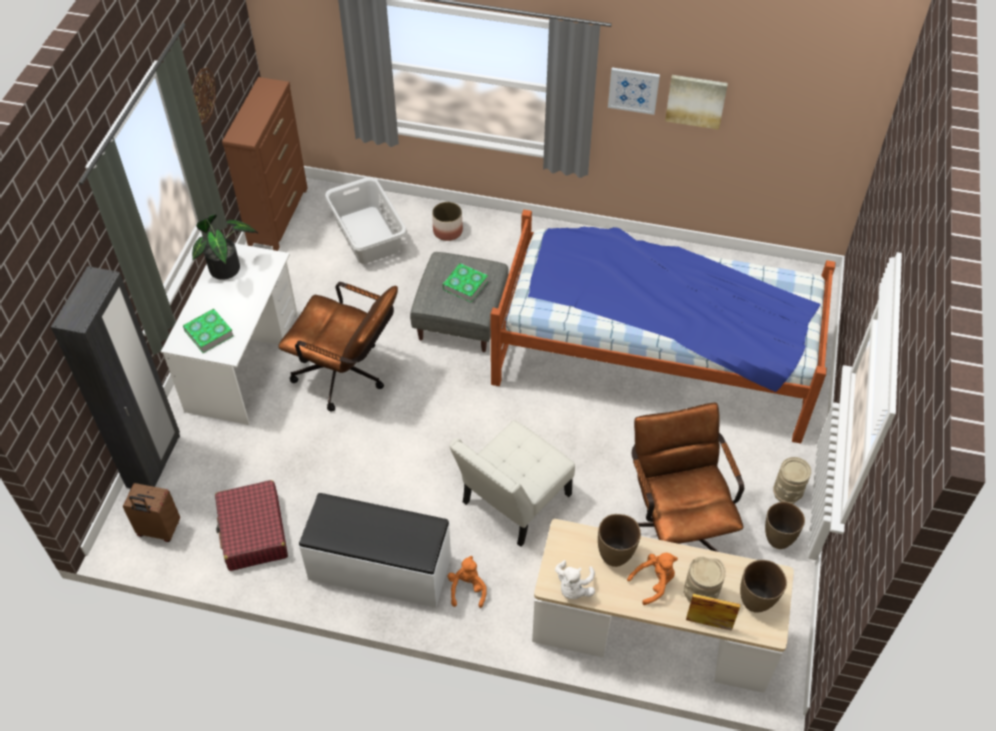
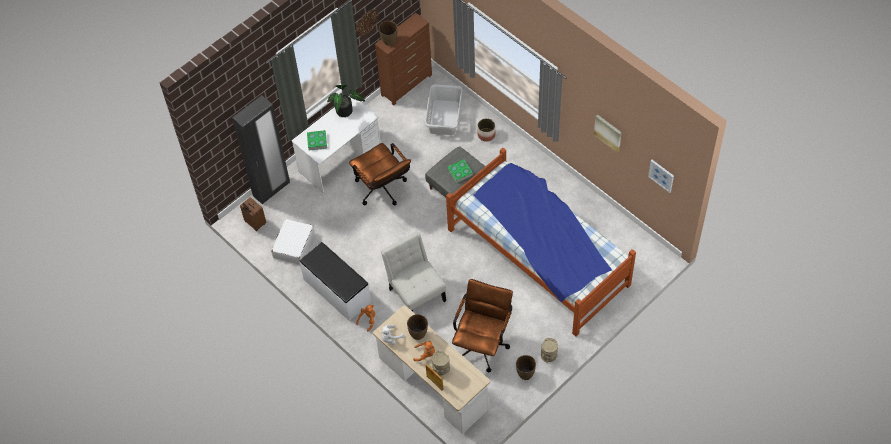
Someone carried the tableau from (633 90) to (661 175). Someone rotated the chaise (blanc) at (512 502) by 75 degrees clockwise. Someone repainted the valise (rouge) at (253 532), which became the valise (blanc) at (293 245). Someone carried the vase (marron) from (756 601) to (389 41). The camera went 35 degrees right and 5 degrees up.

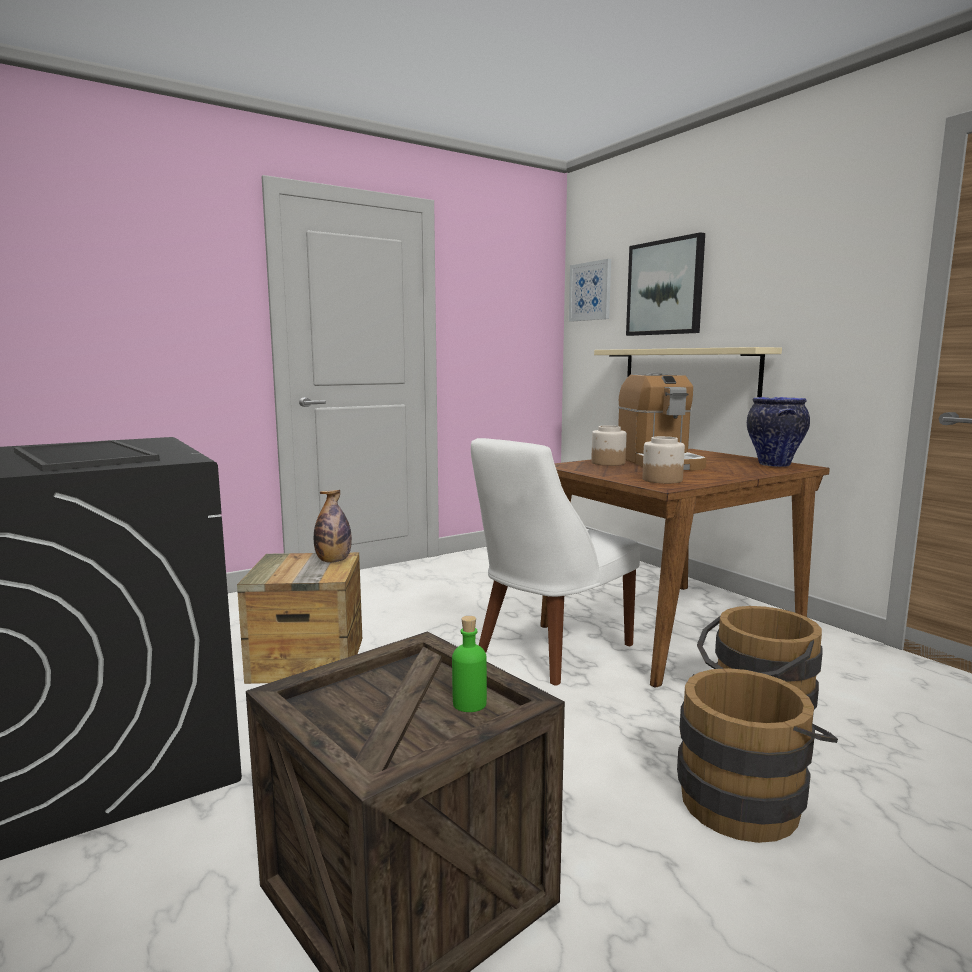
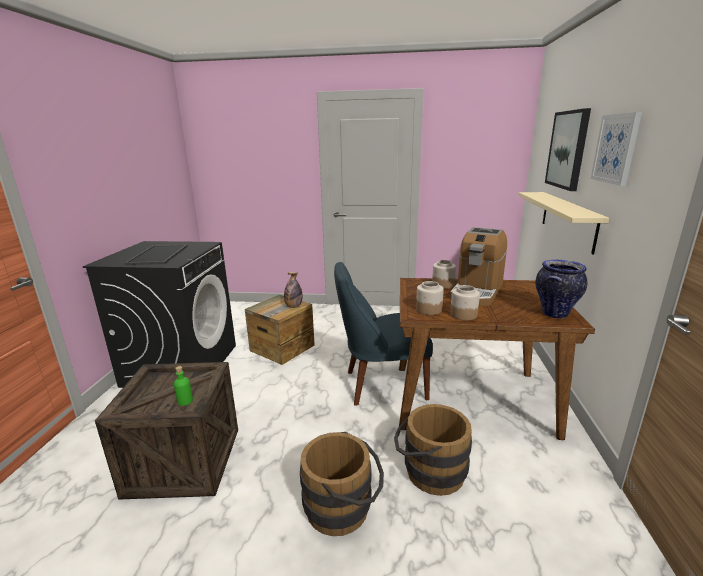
Someone carried the tableau from (590 291) to (616 148). Someone repainted the chaise (blanc) at (549 650), which became the chaise (bleu) at (381 385). Someone put down the bocal at (463 315). The camera went 40 degrees right and 10 degrees up.

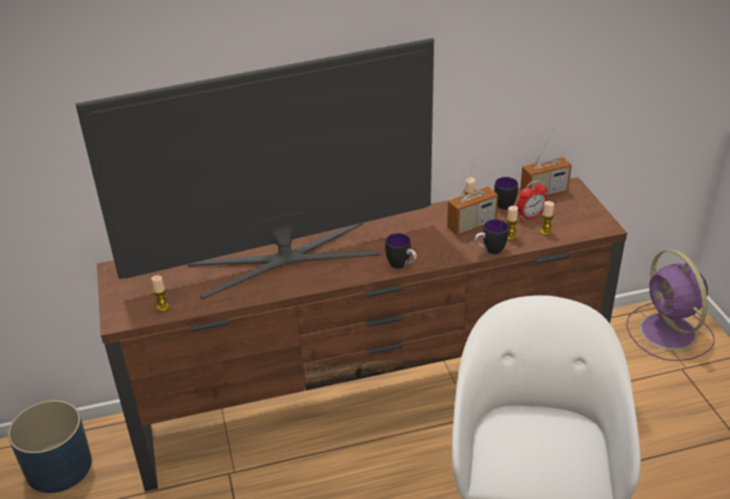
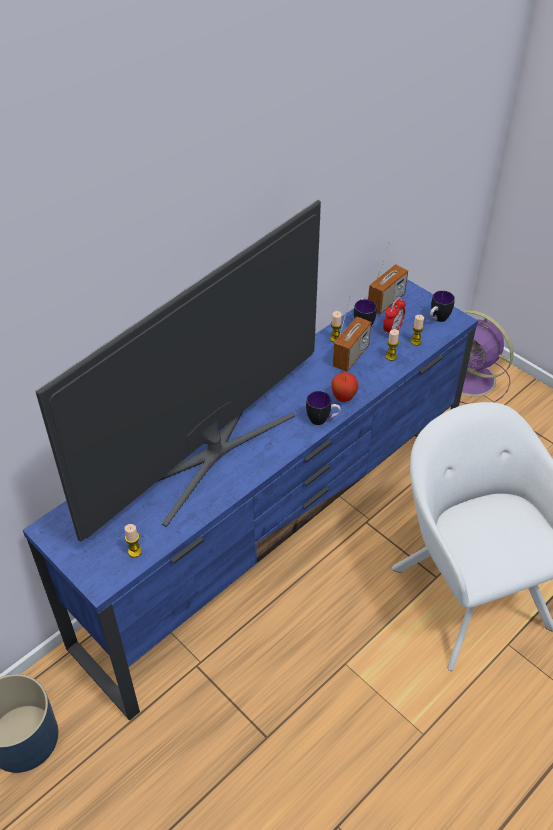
Someone repainted the meuble télé (marron) at (372 401), which became the meuble télé (bleu) at (277 540). Someone carried the mug from (490 251) to (437 319). Someone put down the pomme at (343 398). The camera went 30 degrees left and 10 degrees up.

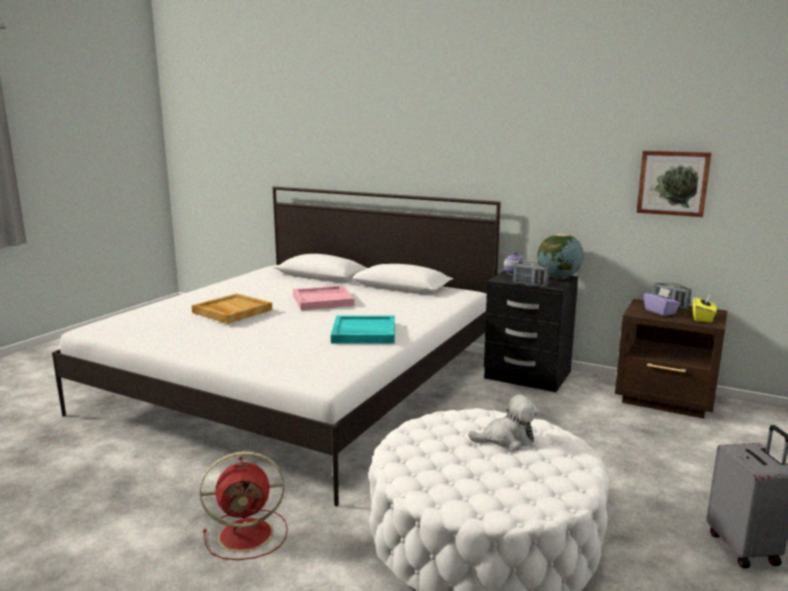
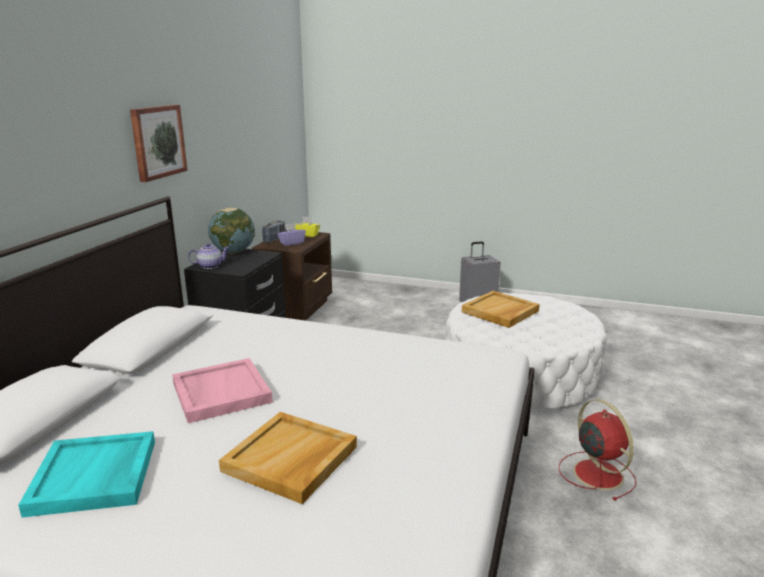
Someone carried the tableau from (673 183) to (157 142). Someone took away the radio at (530 284). Someone carried the plateau (turquoise) from (363 333) to (95 477). Someone swapped the peluche at (507 439) for the plateau (beige) at (500 312). The camera went 100 degrees left and 5 degrees up.

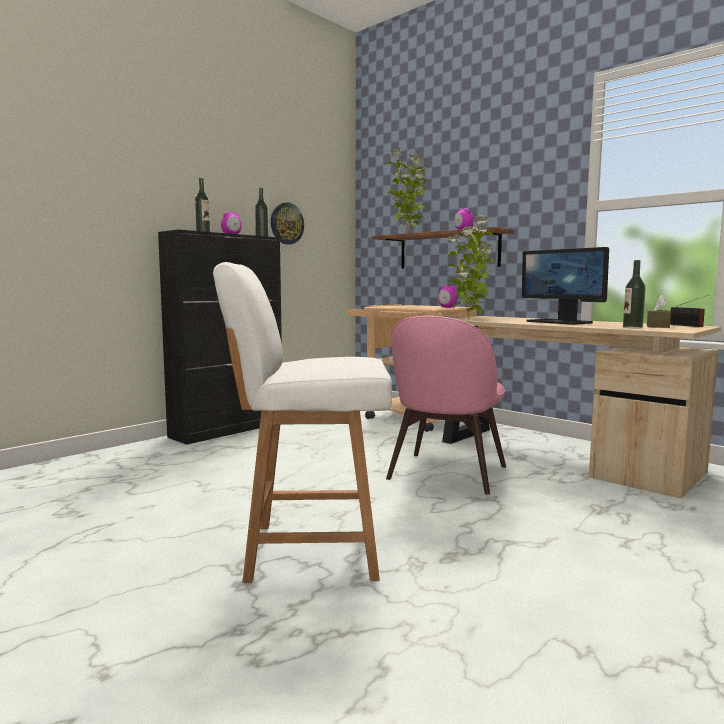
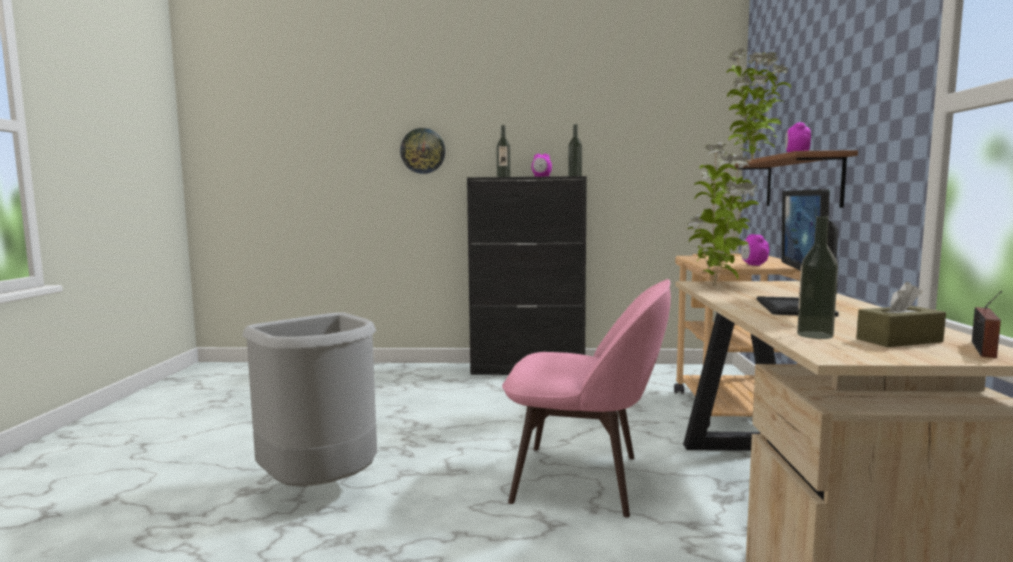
Someone carried the horloge murale from (286 223) to (423 151). Someone swapped the chaise (blanc) at (309 550) for the poubelle (gris) at (322 489). Someone rotated the chaise (rose) at (446 474) by 150 degrees counterclockwise. The camera went 50 degrees right and 0 degrees up.

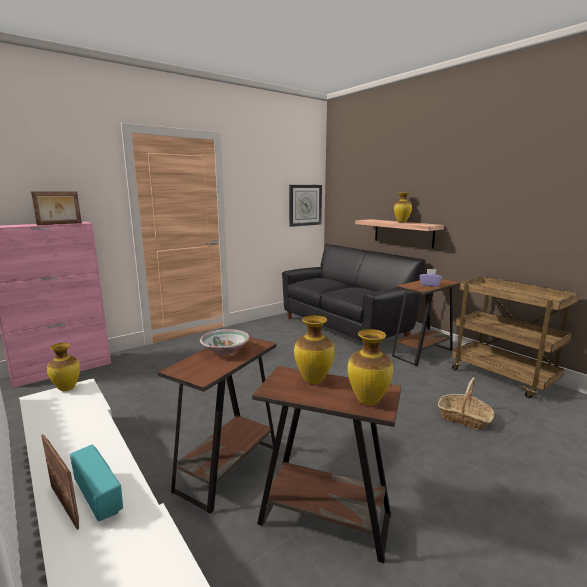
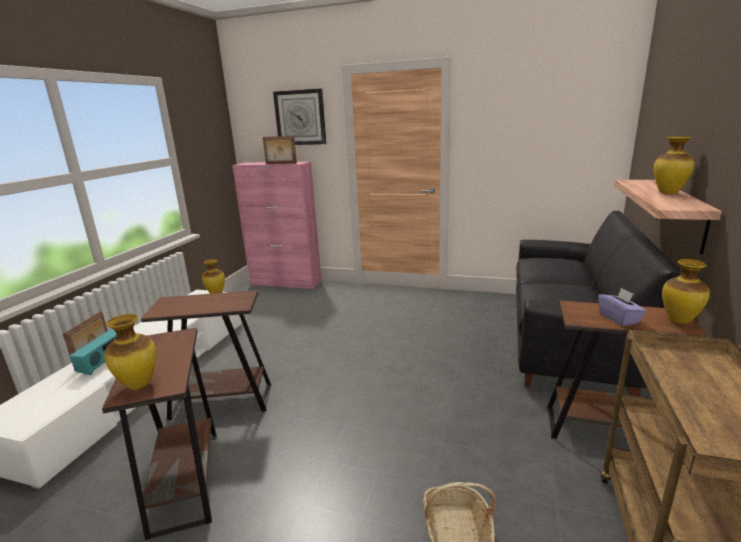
Someone carried the horloge murale from (305 205) to (300 117). Someone carried the vase from (313 380) to (679 320). Someone took away the bol at (225 351). The camera went 55 degrees right and 5 degrees up.

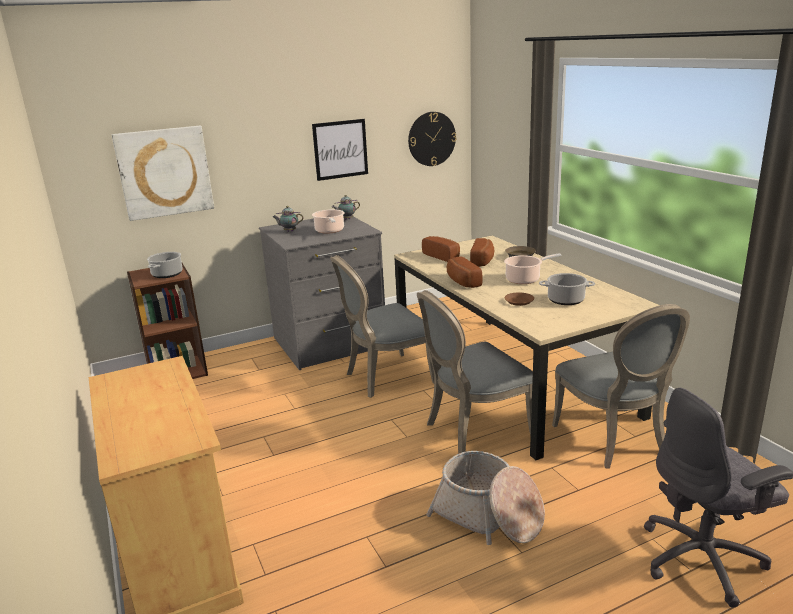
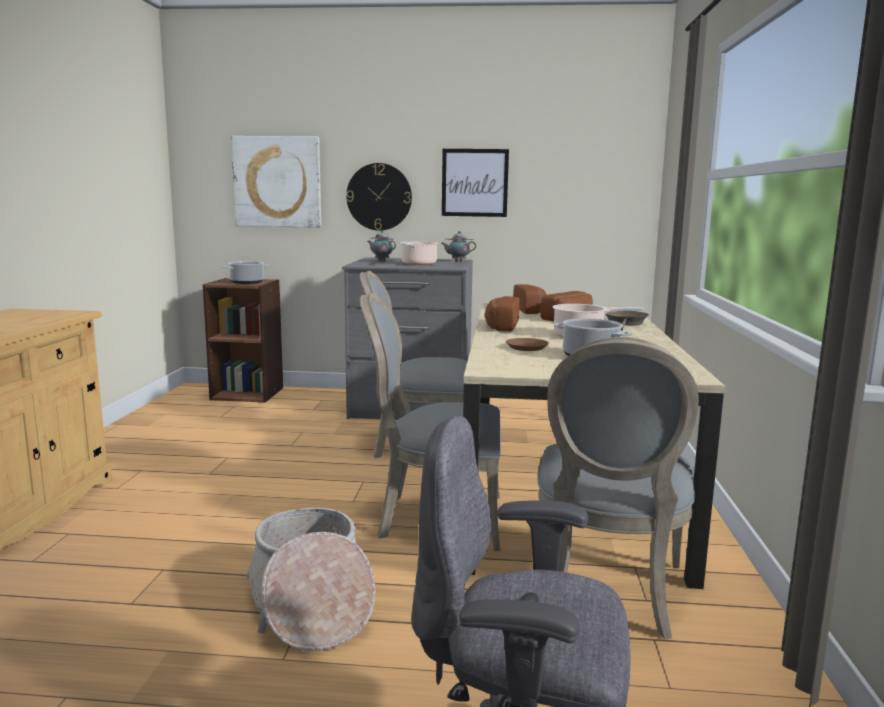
Someone carried the horloge murale from (431 139) to (379 197). The camera went 30 degrees right and 10 degrees down.

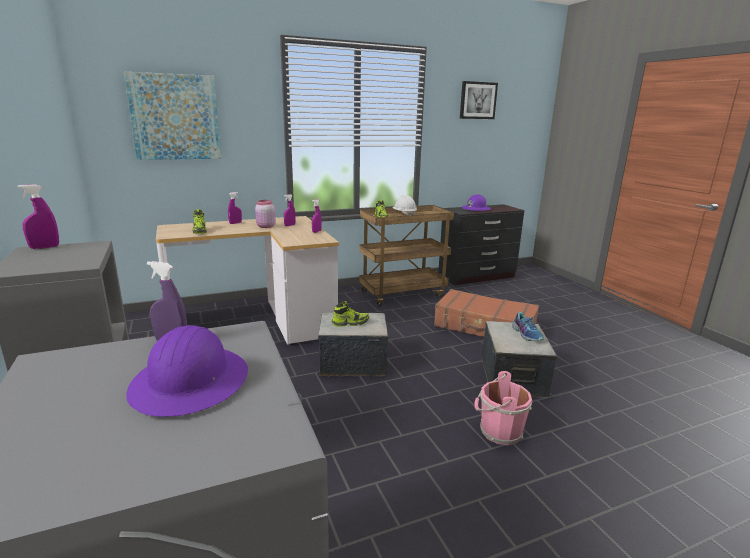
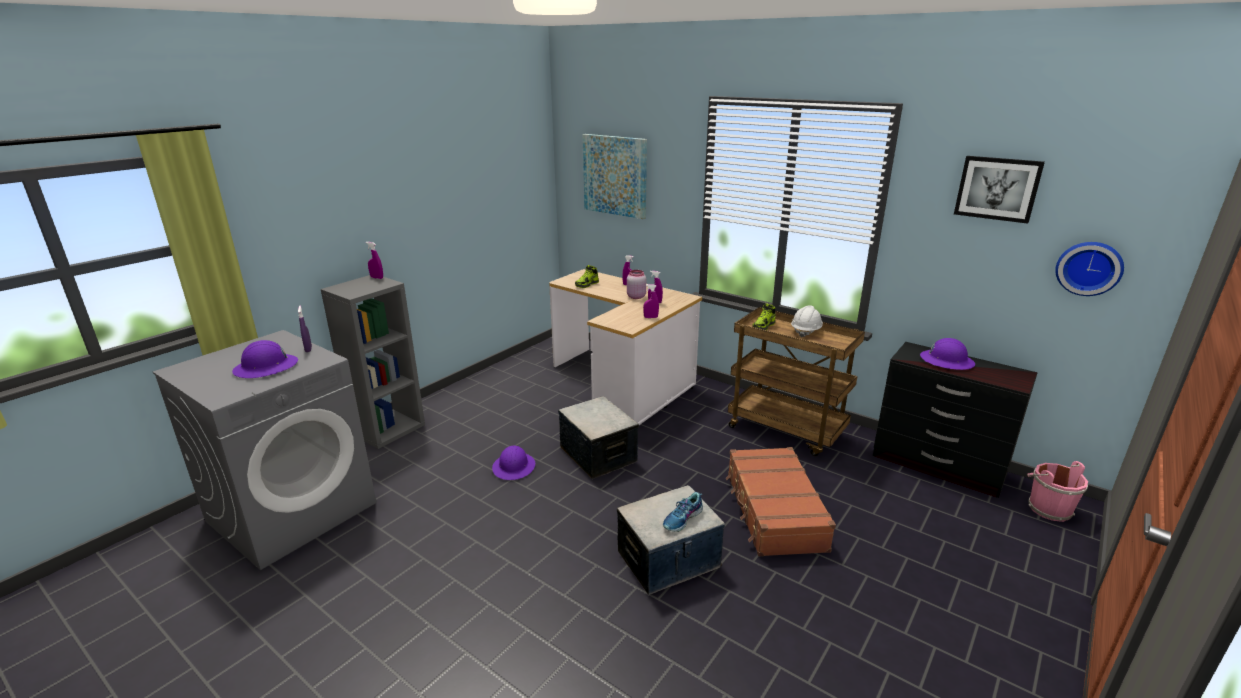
Someone took away the chaussure at (350 323). Someone carried the seau (rose) from (498 432) to (1047 508). Someone put up the horloge murale at (1089 267). Someone put down the casque de chantier (violet) at (514 467). The camera went 60 degrees right and 5 degrees up.

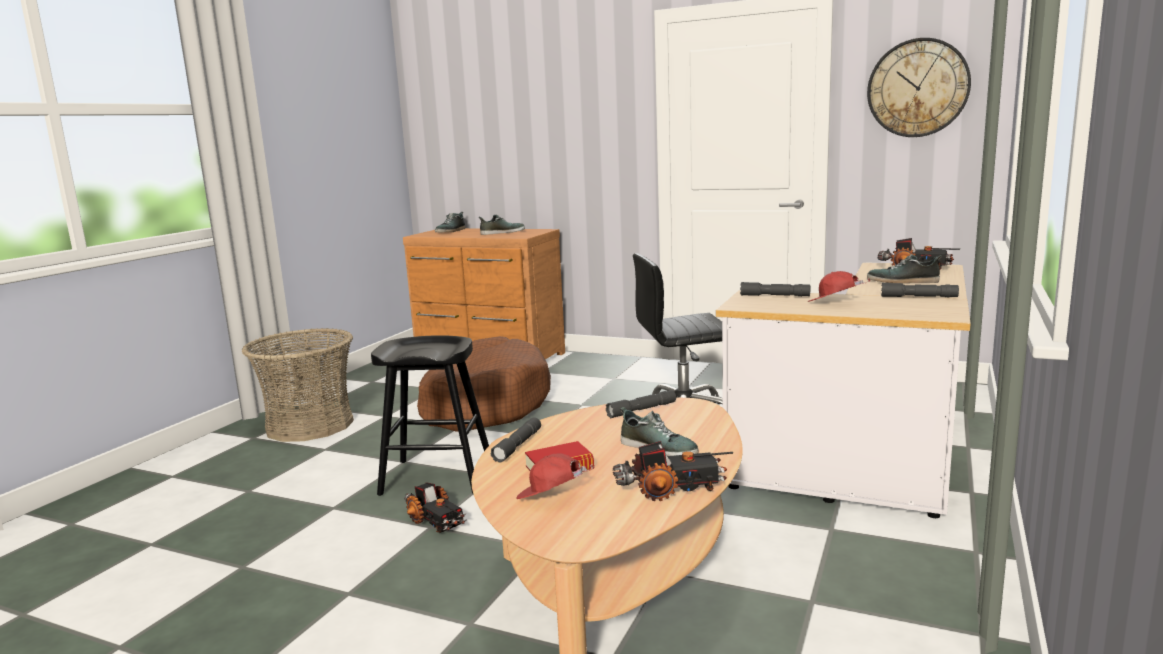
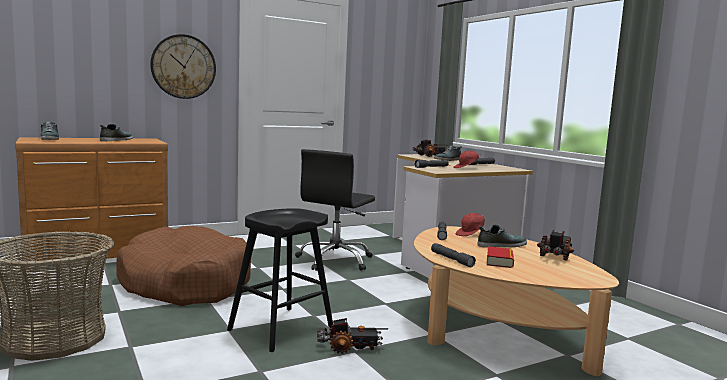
Someone carried the horloge murale from (917 88) to (183 66). Someone carried the casquette (rouge) from (551 497) to (471 234). The camera went 55 degrees left and 5 degrees down.

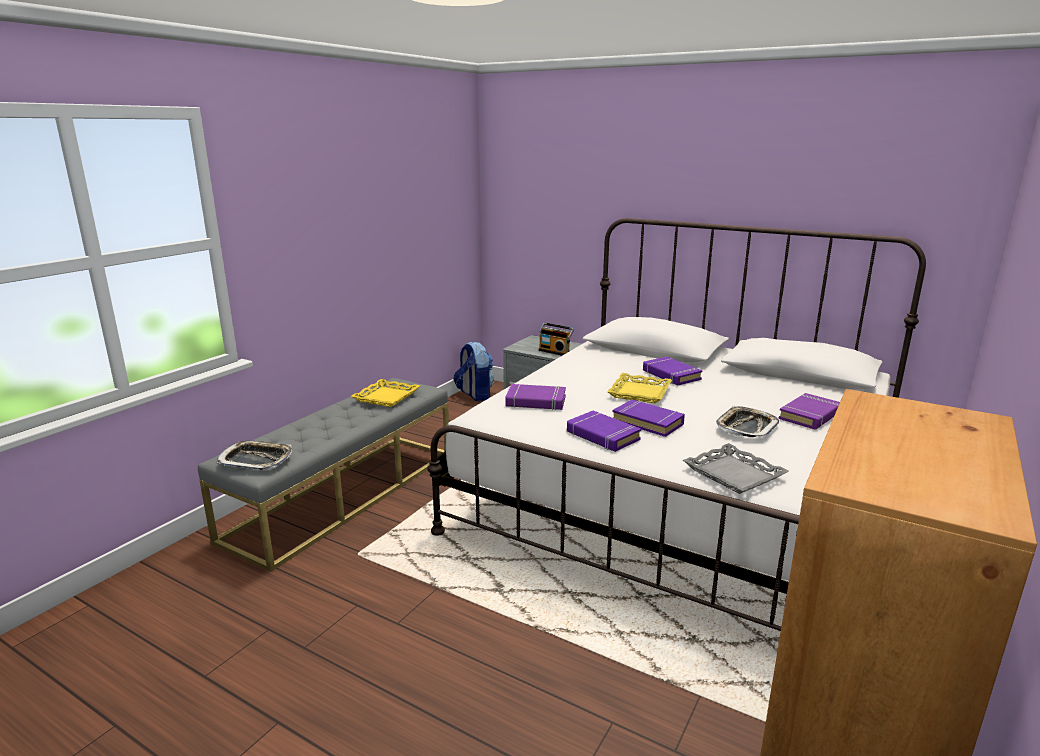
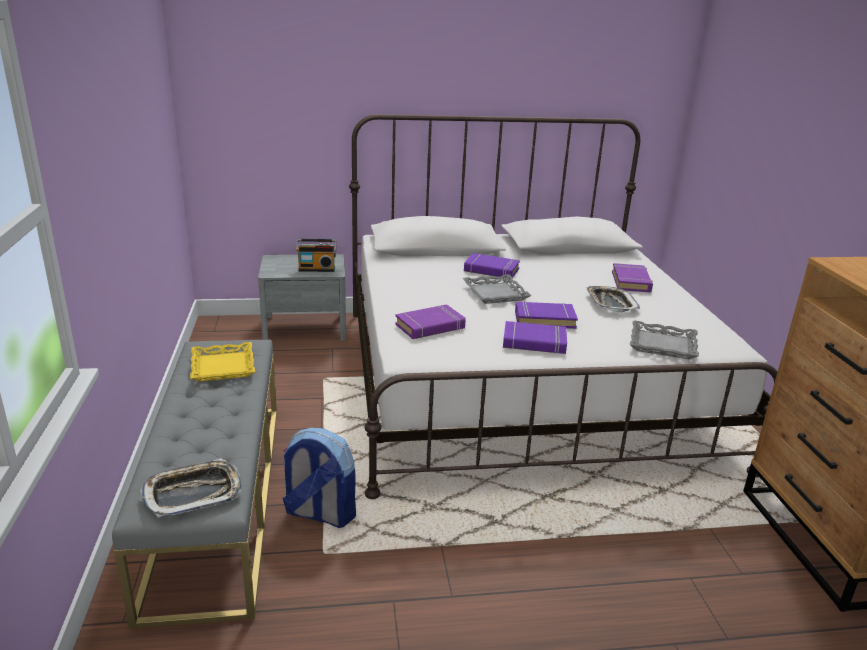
Someone carried the sac à dos from (474 395) to (319 514). Someone repainted the plateau (jaune) at (639 392), which became the plateau (gris) at (495 293). The camera went 40 degrees left and 5 degrees up.

